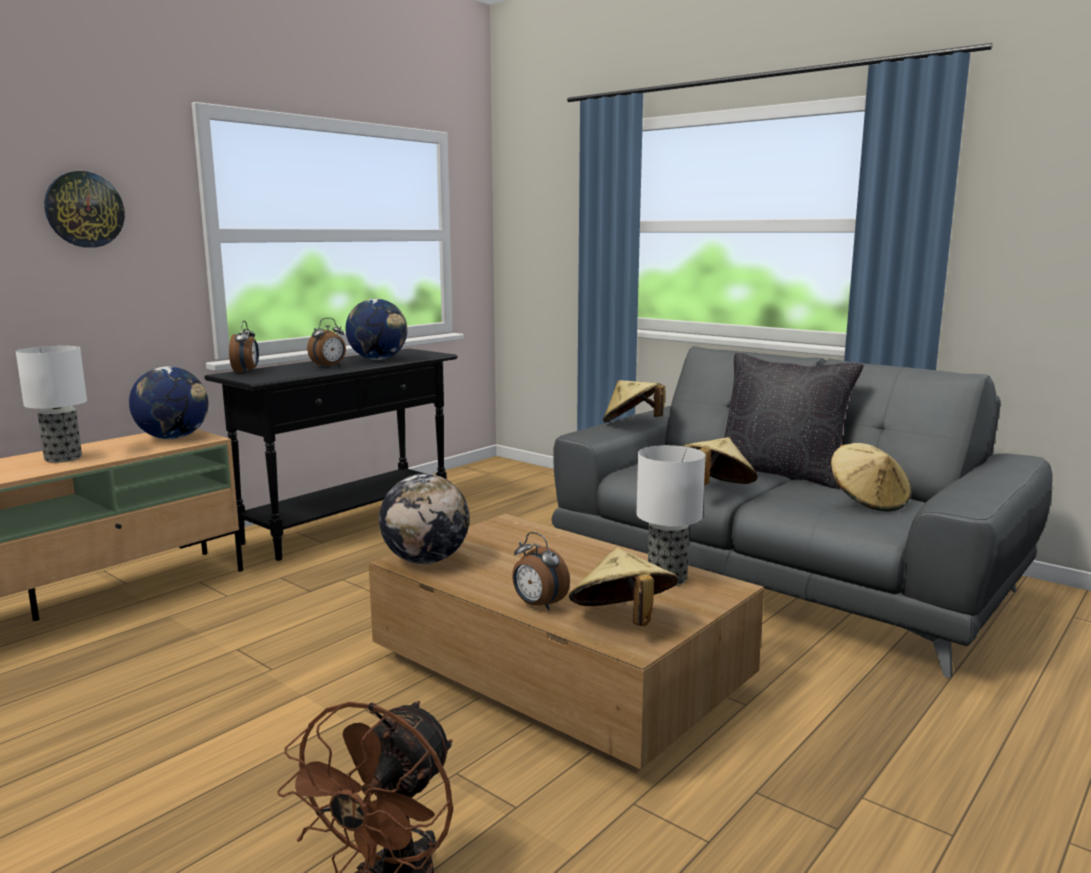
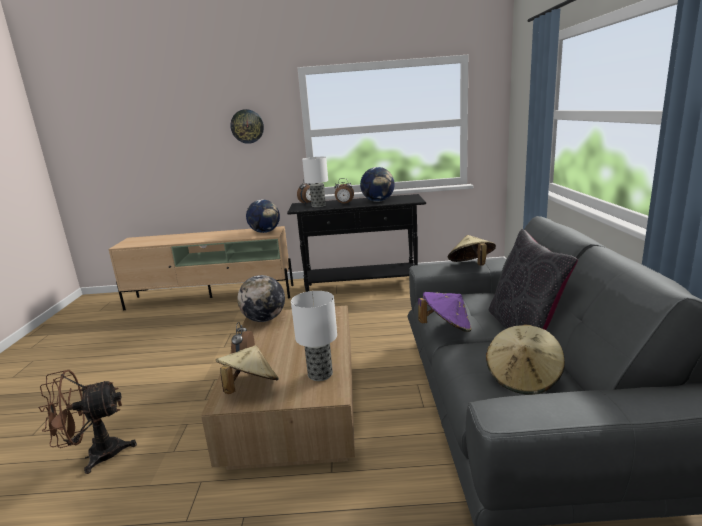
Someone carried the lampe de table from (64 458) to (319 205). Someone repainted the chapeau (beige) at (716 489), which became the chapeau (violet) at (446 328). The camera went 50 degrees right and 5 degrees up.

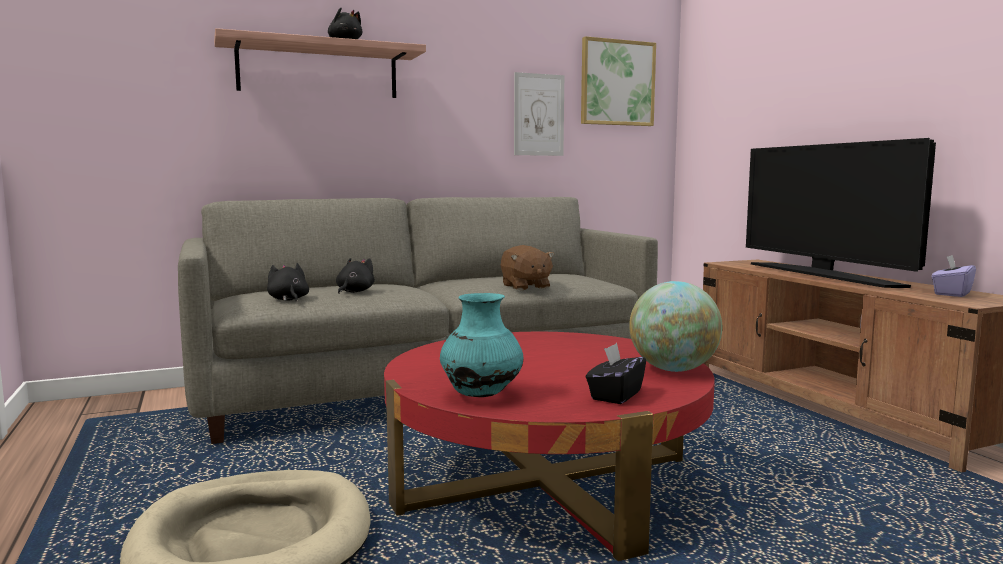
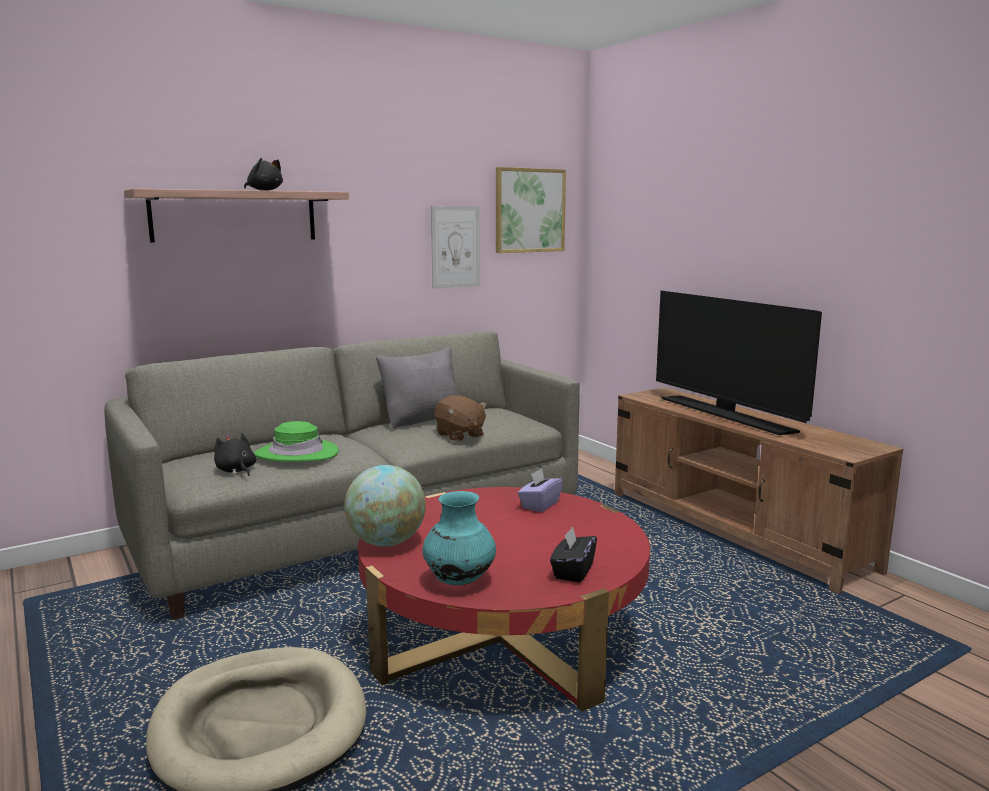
Someone carried the boîte à mouchoirs (violet) from (951 293) to (539 505). Someone swapped the peluche (noir) at (354 292) for the chapeau (vert) at (296 454). Someone carried the globe from (673 369) to (386 542). Someone put down the coussin (gris) at (423 420). The camera went 10 degrees left and 5 degrees up.

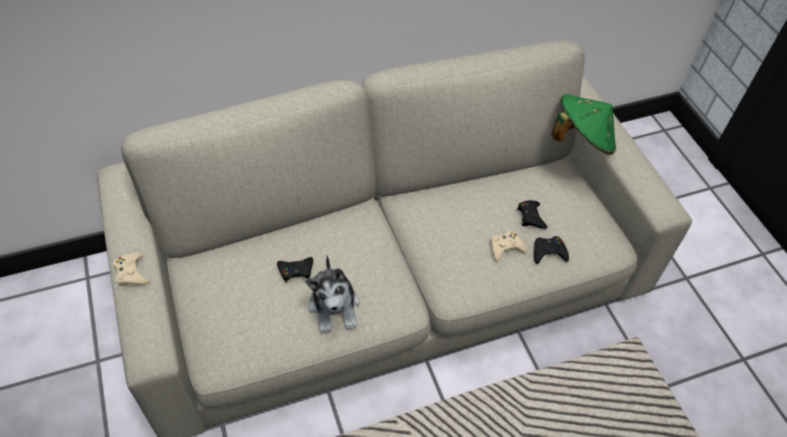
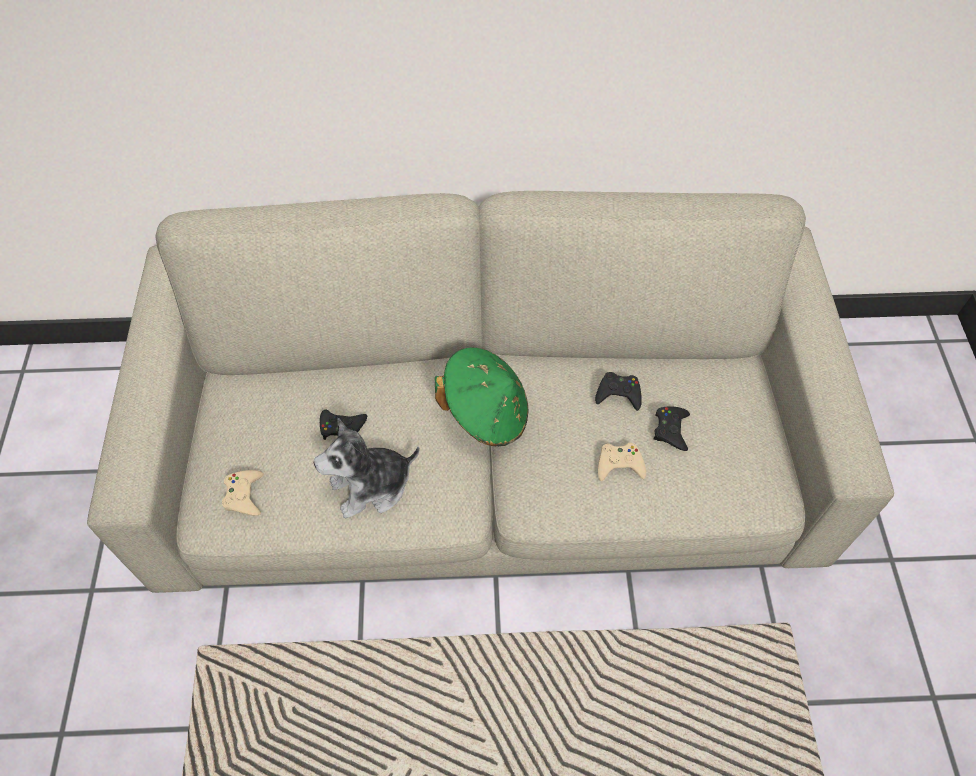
Someone carried the chapeau (vert) from (582 140) to (486 413). Someone carried the manette (noir) from (548 252) to (618 393). Someone carried the manette (beige) from (131 273) to (244 495). Someone rotated the peluche at (334 306) by 60 degrees clockwise. The camera went 20 degrees right and 5 degrees up.

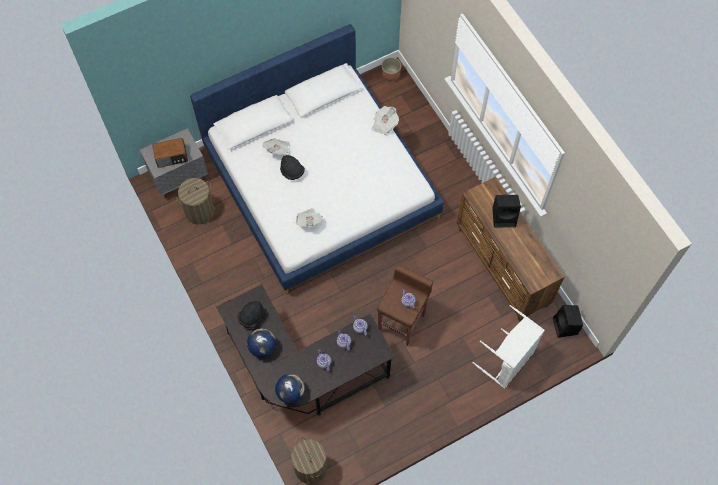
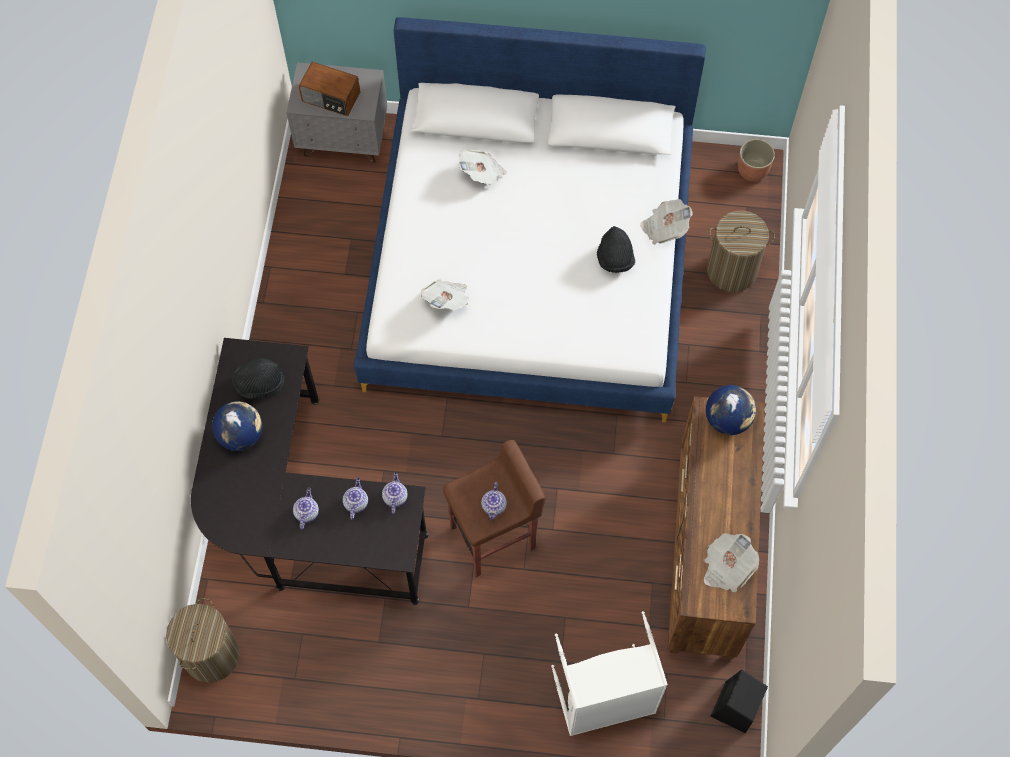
Someone carried the chapeau (noir) from (292 172) to (615 259). Someone carried the panier à linge from (200 211) to (732 270). Someone took away the enceinte (noir) at (504 217). Someone carried the globe from (291 392) to (727 419). Someone put down the journal at (726 567). The camera went 35 degrees right and 0 degrees up.

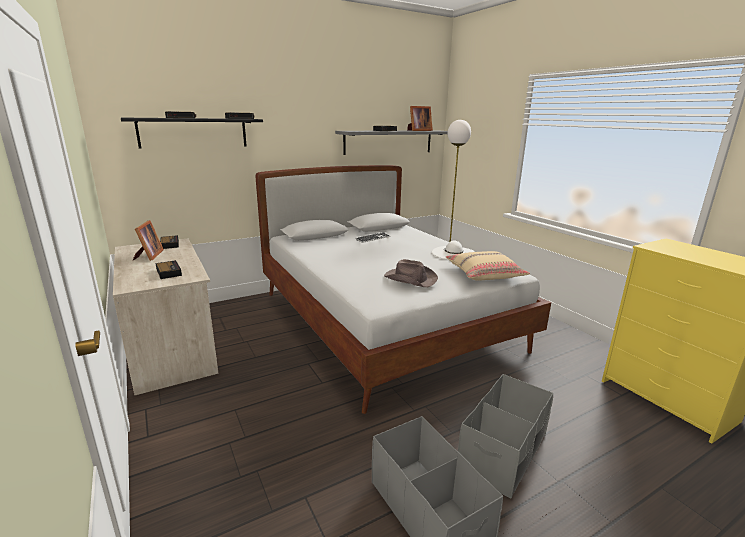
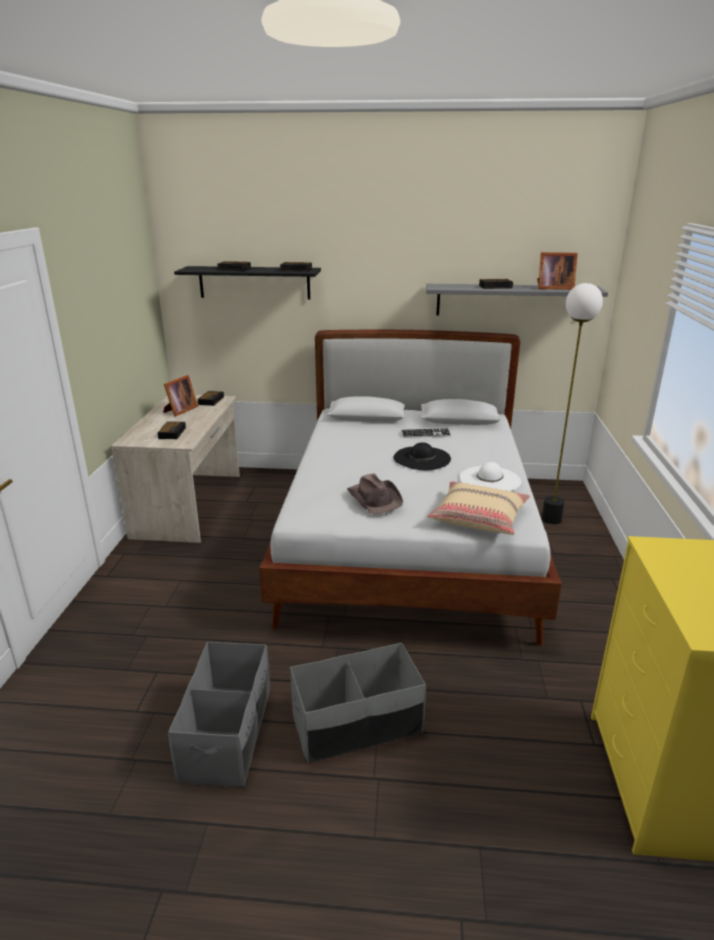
Someone put down the chapeau (noir) at (422 458). The camera went 35 degrees right and 5 degrees up.

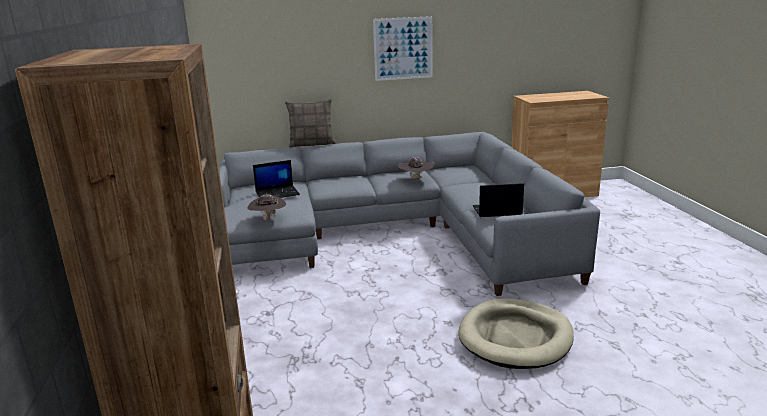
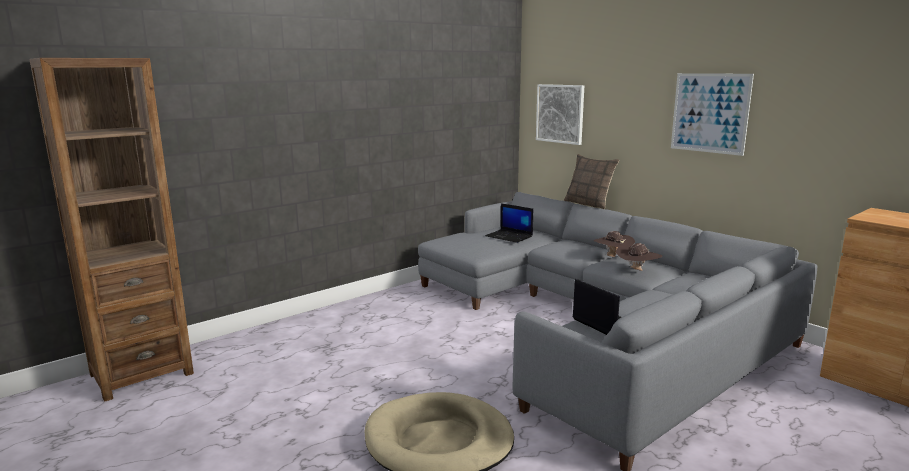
Someone carried the chapeau (marron) from (268 219) to (612 256). Someone put up the tableau at (560 113). The camera went 60 degrees right and 5 degrees down.

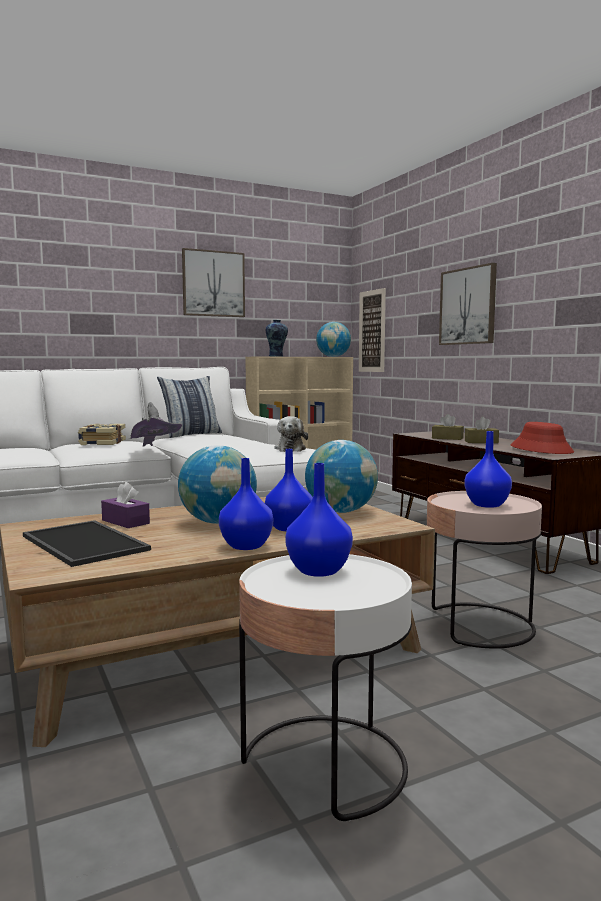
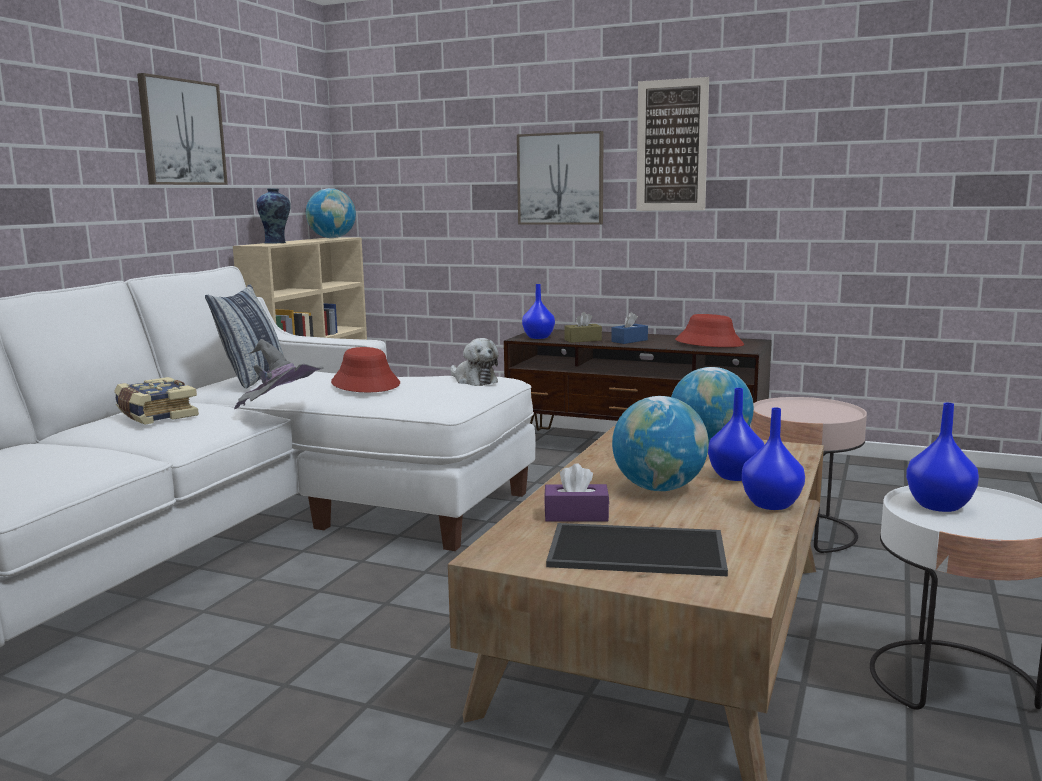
Someone carried the tableau from (372 331) to (672 145). Someone repainted the boîte à mouchoirs (marron) at (481 442), which became the boîte à mouchoirs (bleu) at (629 341). Someone carried the vase (bleu) from (487 505) to (539 337). Someone put down the chapeau (rouge) at (366 384). The camera went 40 degrees left and 5 degrees up.

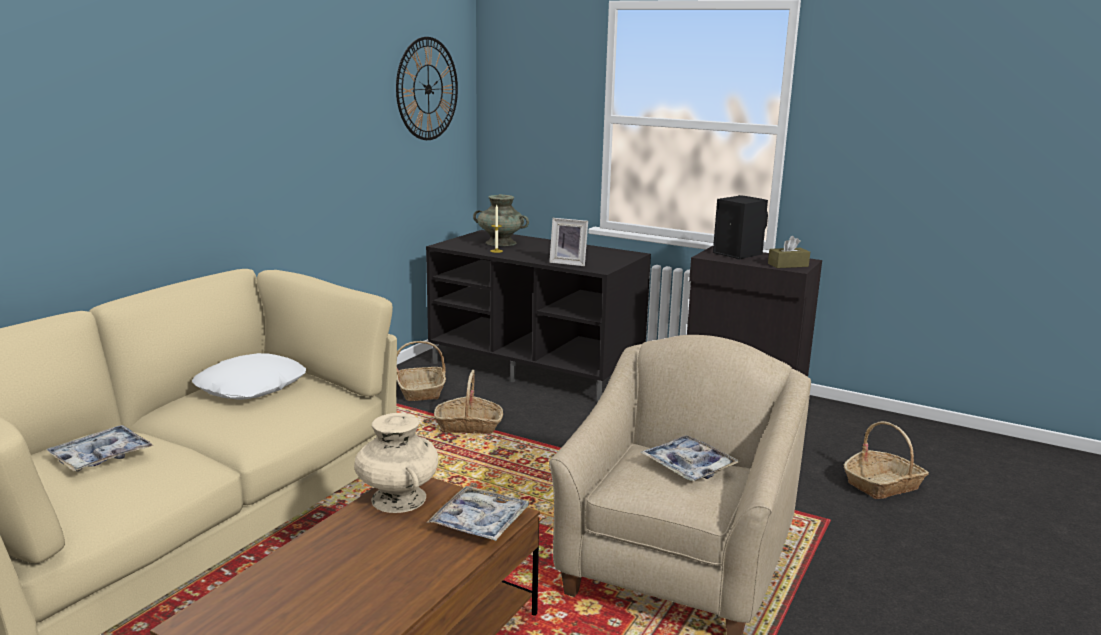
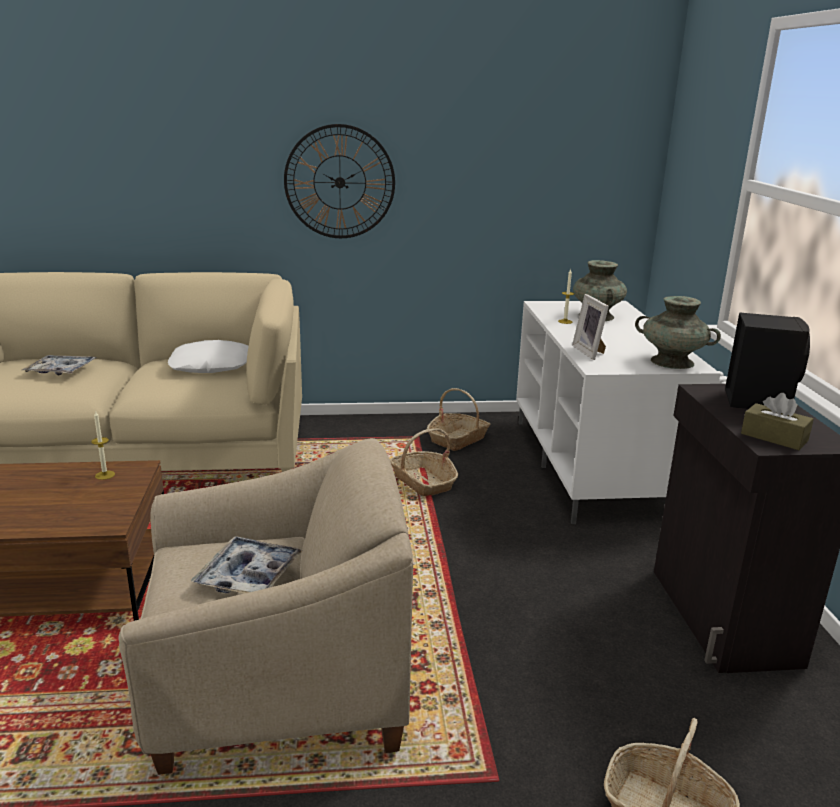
Someone carried the horloge murale from (427 89) to (339 182). Someone repainted the meuble télé (noir) at (537 367), which became the meuble télé (blanc) at (595 466). Someone swapped the vase (beige) at (399 499) for the bougie at (105 475). Someone took away the plateau at (480 522). Someone put down the vase (turquoise) at (671 362). The camera went 55 degrees right and 5 degrees up.

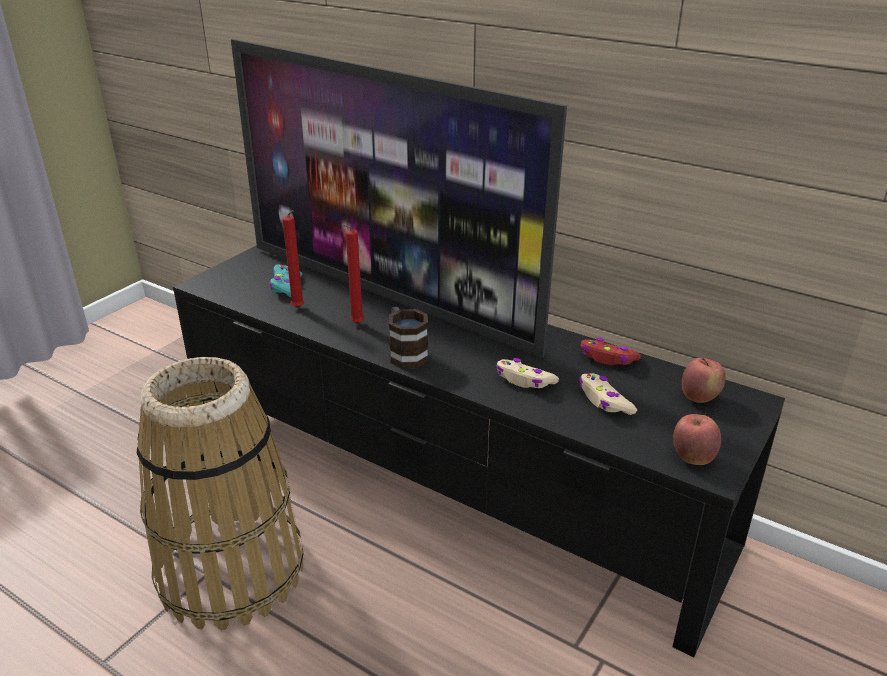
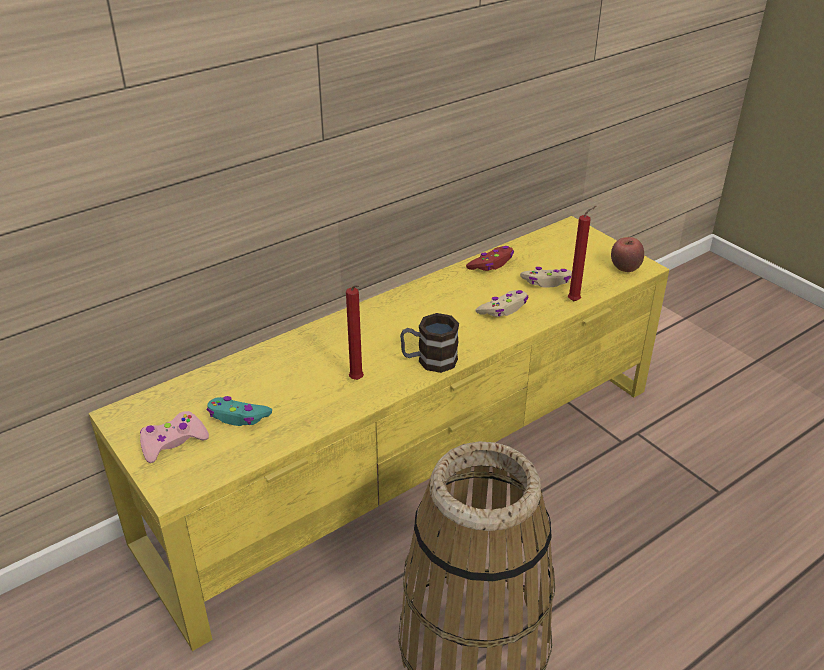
Someone took away the téléviseur at (389 295). Someone carried the bougie (rouge) from (299 308) to (575 301). Someone repainted the meuble télé (noir) at (446 477), which became the meuble télé (jaune) at (413 460). Someone took away the pomme at (699 398). Someone put down the manette (rose) at (173 442). The camera went 70 degrees left and 5 degrees up.

